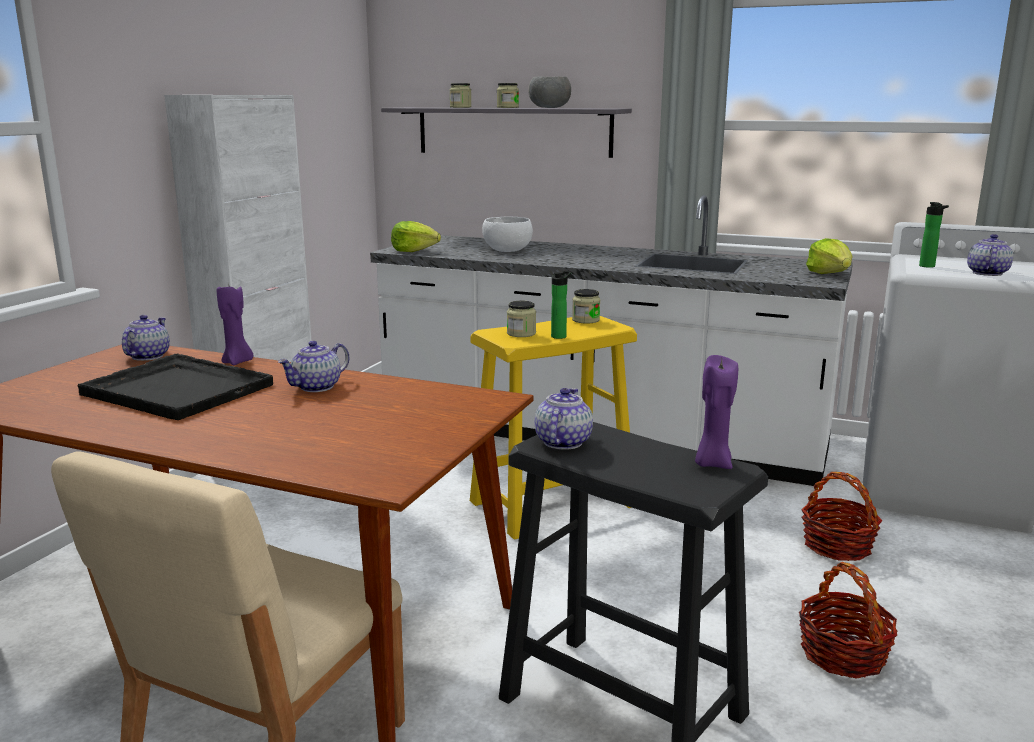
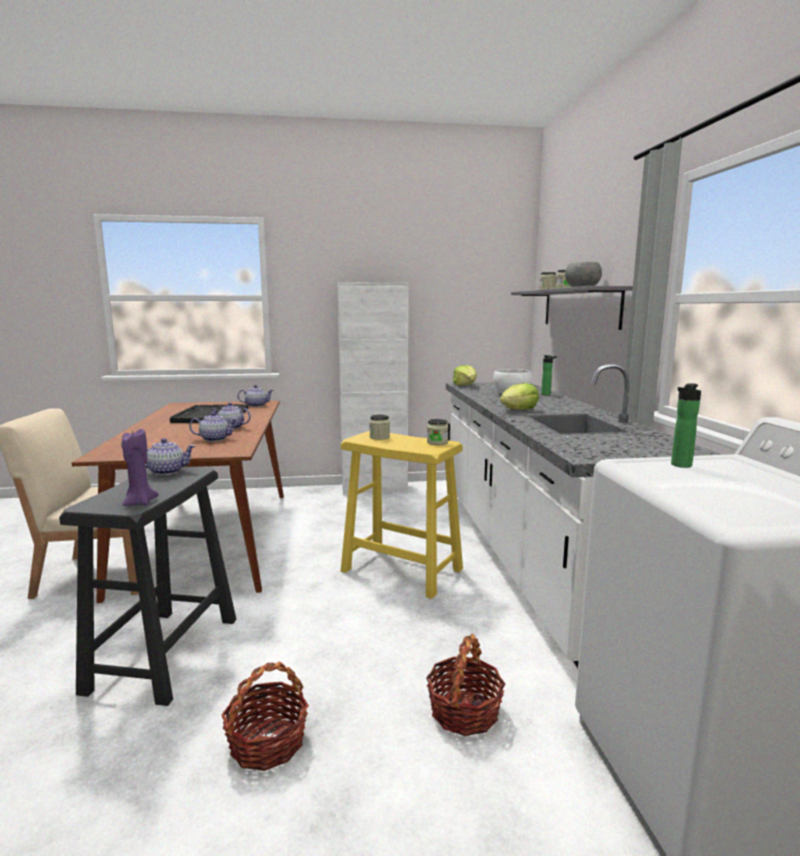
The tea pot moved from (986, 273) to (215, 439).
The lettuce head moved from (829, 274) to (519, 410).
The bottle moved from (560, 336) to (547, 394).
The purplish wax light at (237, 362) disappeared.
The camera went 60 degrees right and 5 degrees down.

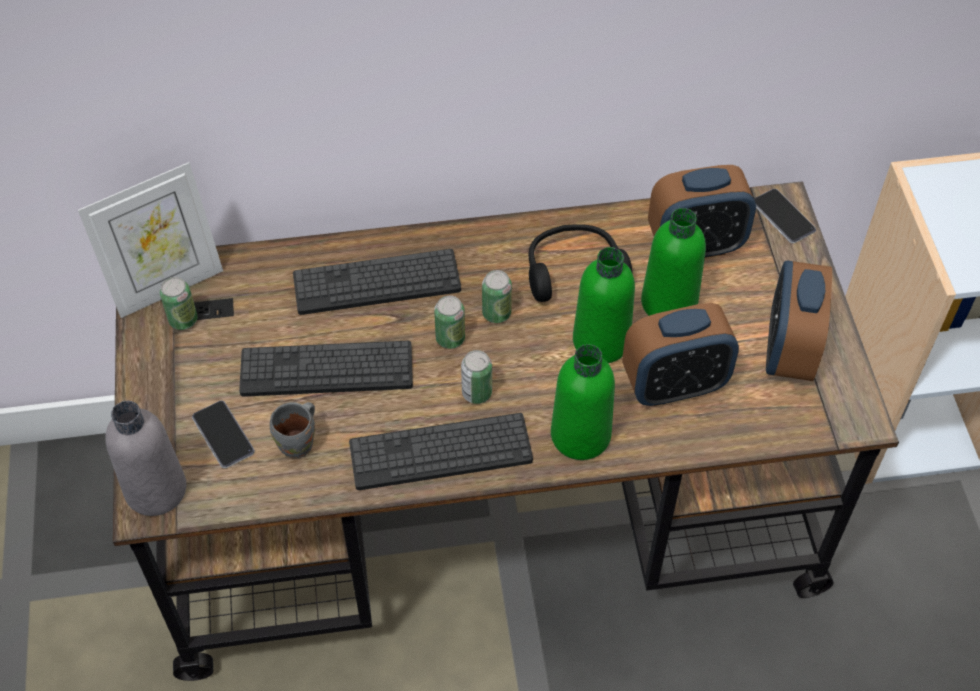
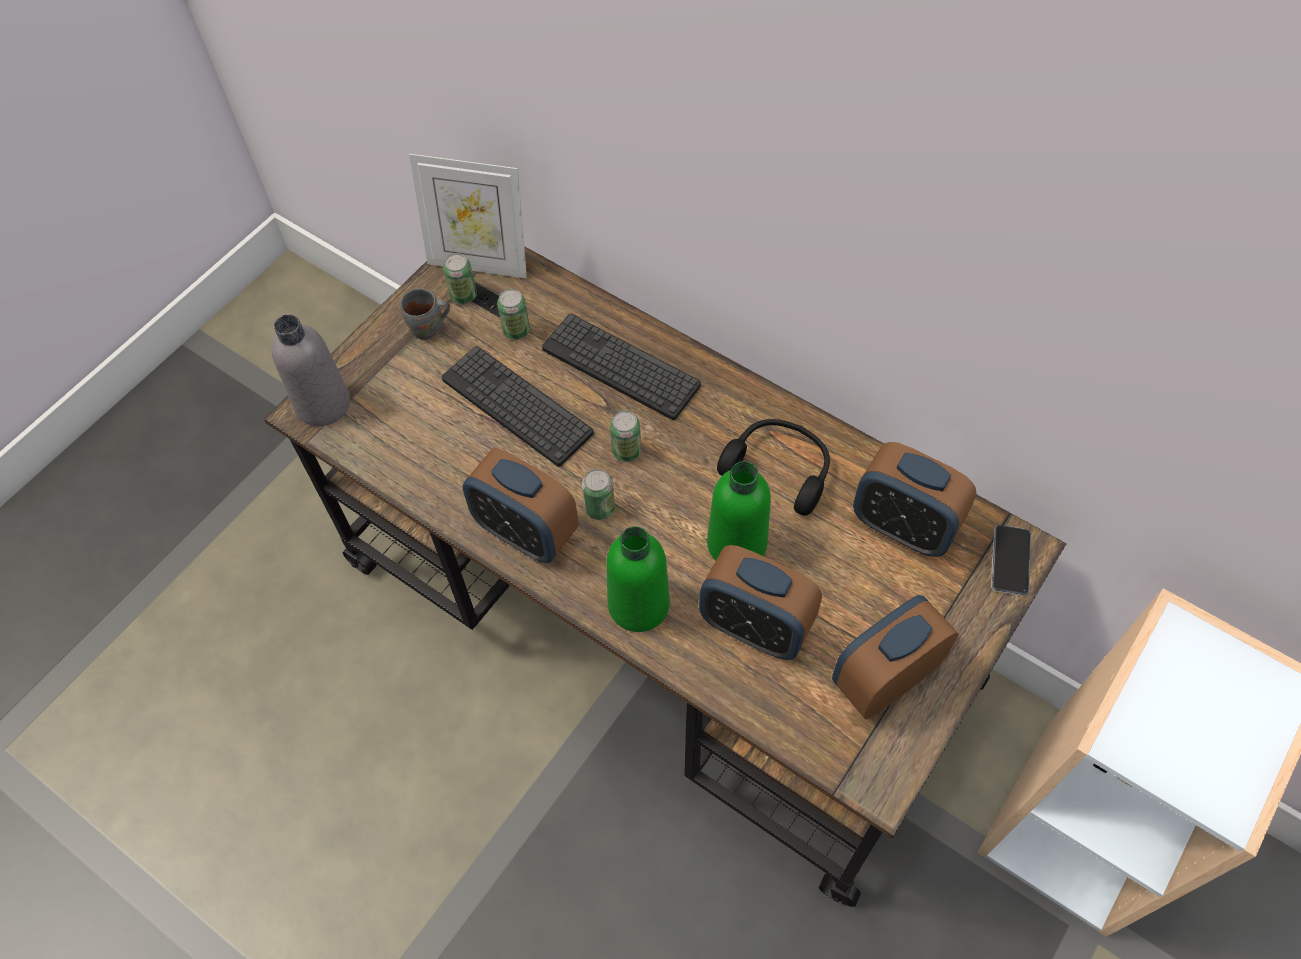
The grey coffee mug moved from (299, 444) to (429, 330).
The keyboard at (440, 452) was replaced by the table clock at (526, 532).
The can moved from (496, 313) to (516, 331).
The phone at (223, 435) disappeared.
The green-coloured bottle at (669, 303) disappeared.
The camera went 45 degrees right and 5 degrees up.

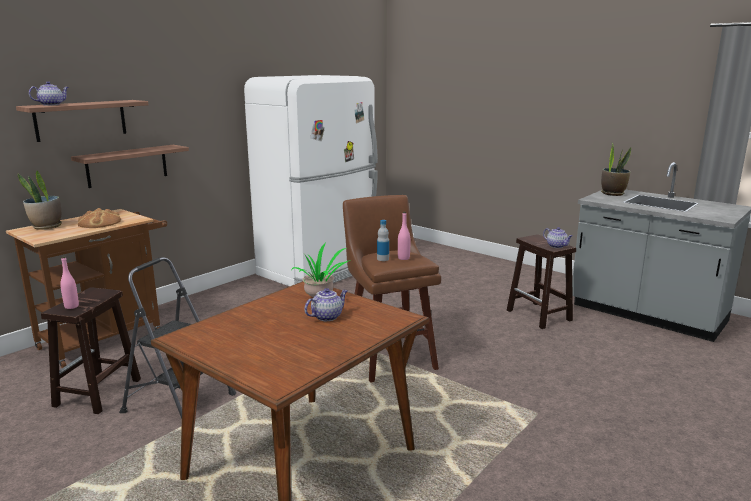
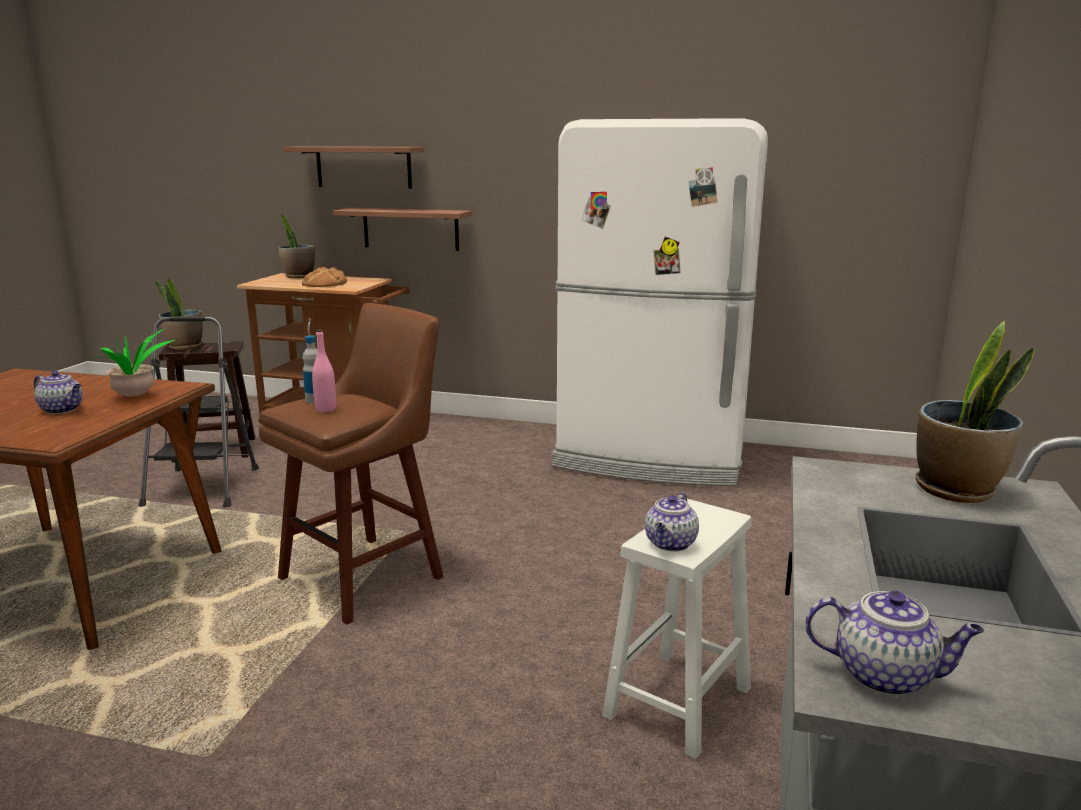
The pink-coloured bottle at (71, 306) was replaced by the potted plant at (185, 347).
The brownish sitting stool at (539, 315) became the white-coloured sitting stool at (677, 703).
The tea pot moved from (52, 105) to (886, 675).
The camera went 65 degrees right and 0 degrees up.

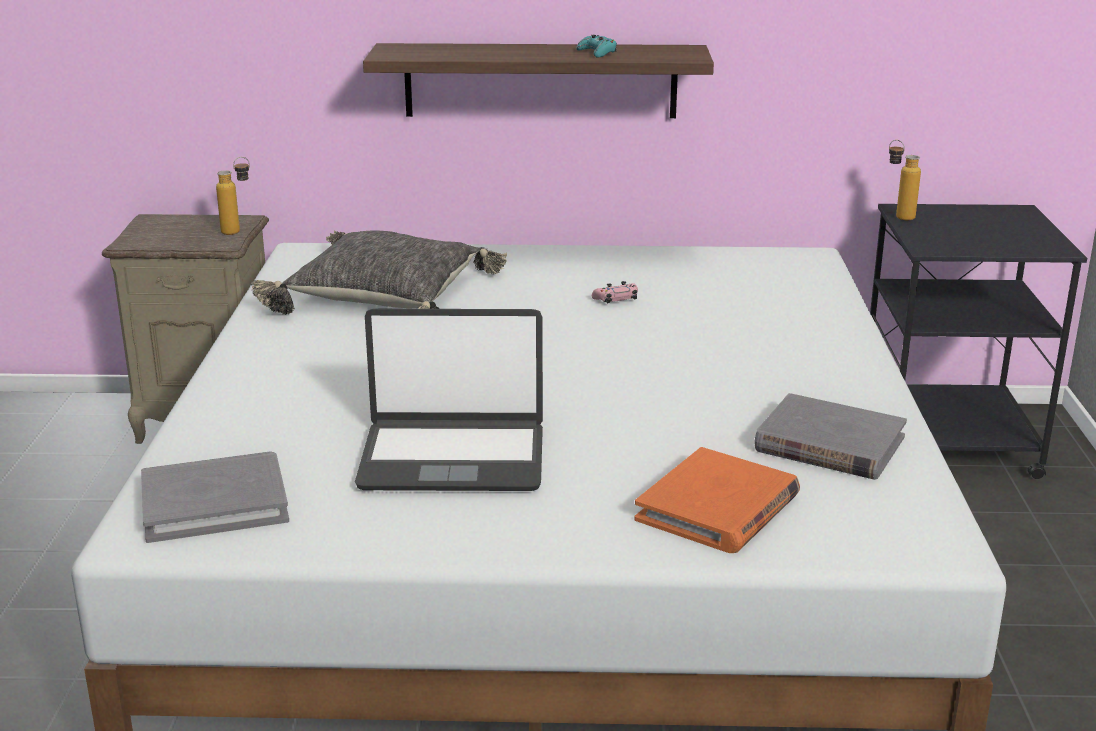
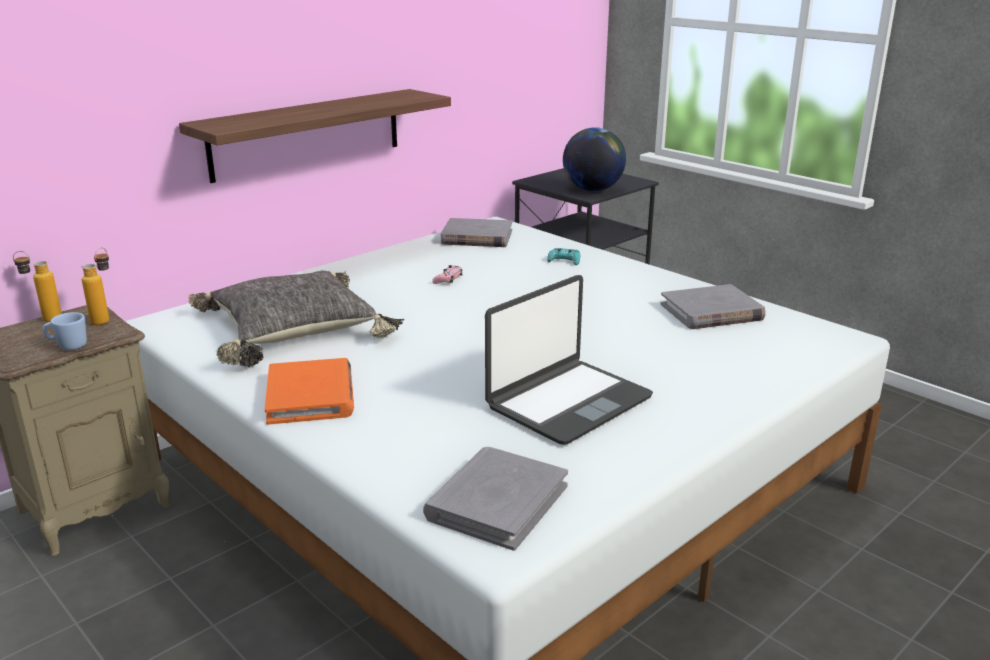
The bottle moved from (898, 216) to (45, 319).
The bluish coffee mug at (68, 346) appeared.
The orange book moved from (718, 508) to (311, 396).
The grey book at (477, 237) appeared.
The turquoise-coloured joypad moved from (597, 53) to (564, 261).
The globe at (592, 189) appeared.
The camera went 45 degrees left and 0 degrees up.

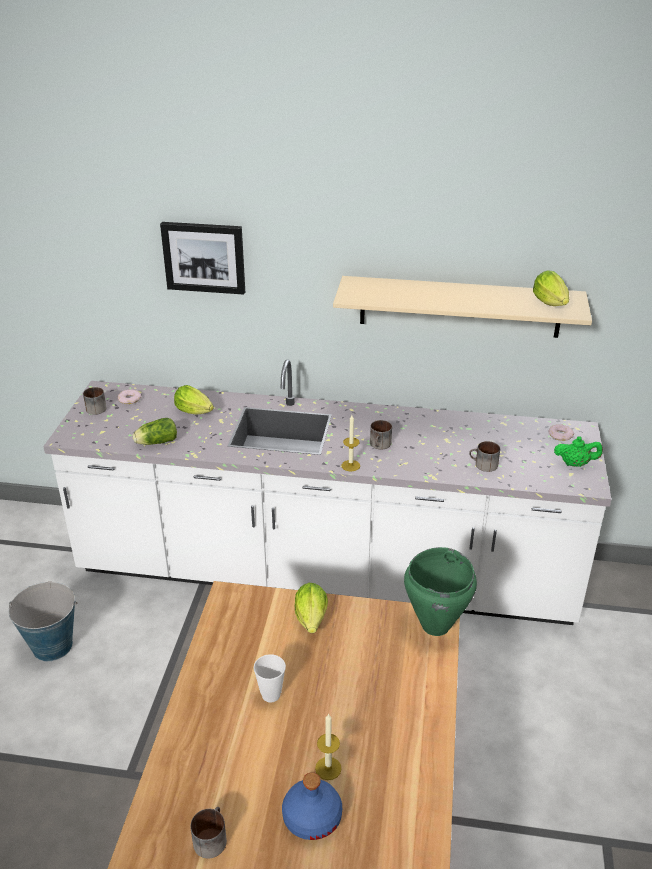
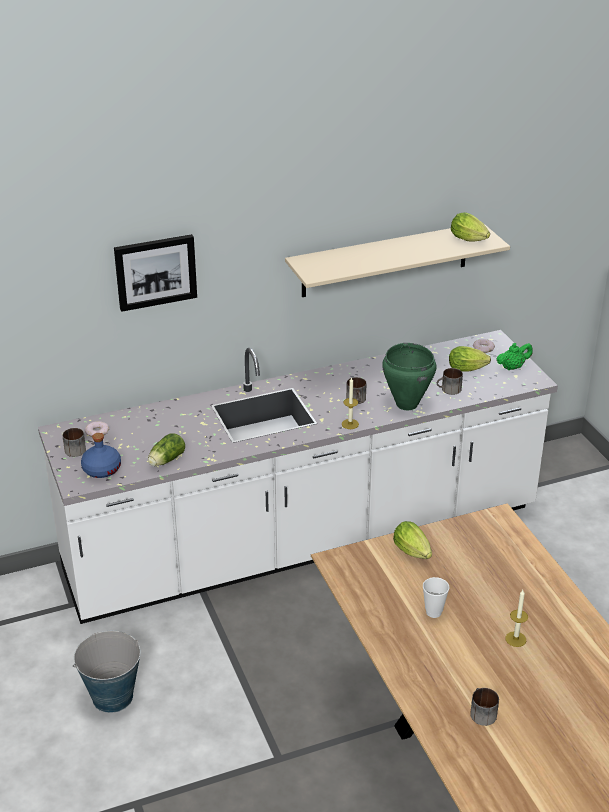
The bluish bottle moved from (312, 817) to (101, 469).
The green-coloured cooking pot moved from (435, 625) to (406, 404).
The lettuce head moved from (196, 412) to (469, 369).
The camera went 30 degrees left and 0 degrees up.

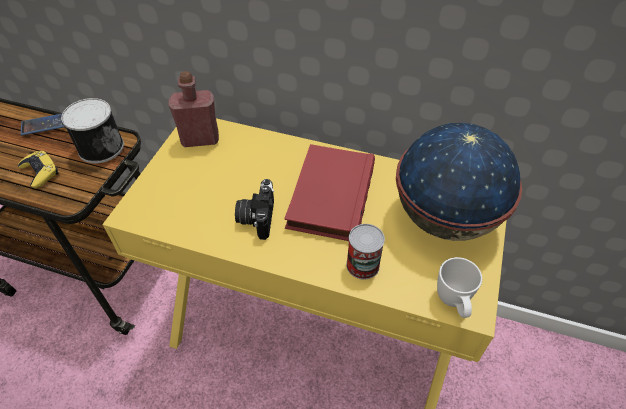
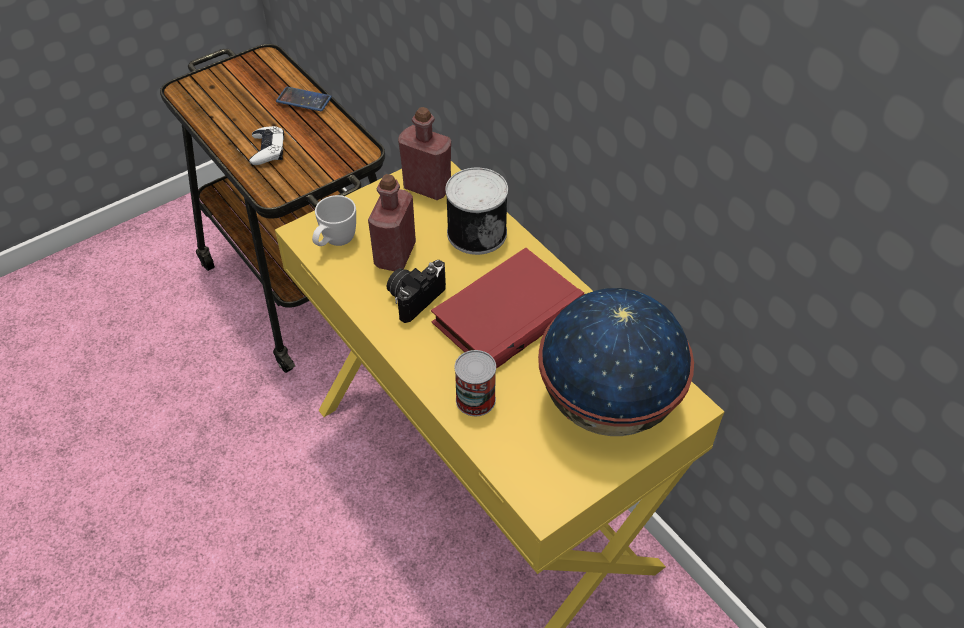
The yellow joypad at (40, 172) became the white-coloured joypad at (268, 150).
The white-coloured coffee mug moved from (453, 303) to (335, 243).
The red bottle at (395, 255) appeared.
The can moved from (100, 147) to (476, 231).
The camera went 35 degrees right and 0 degrees up.

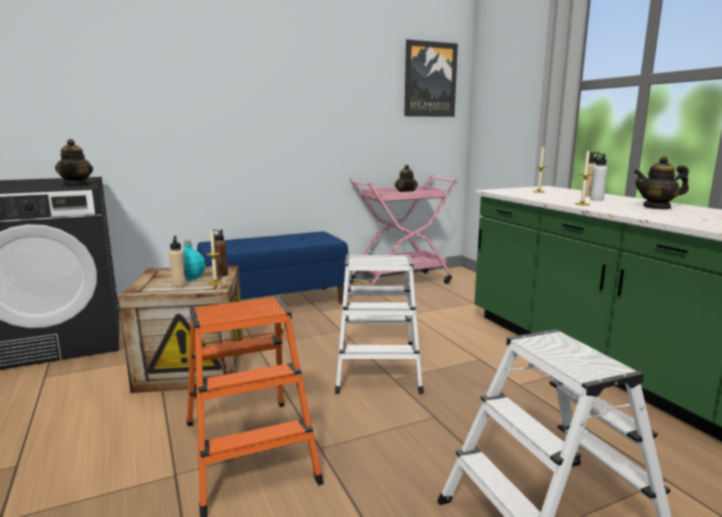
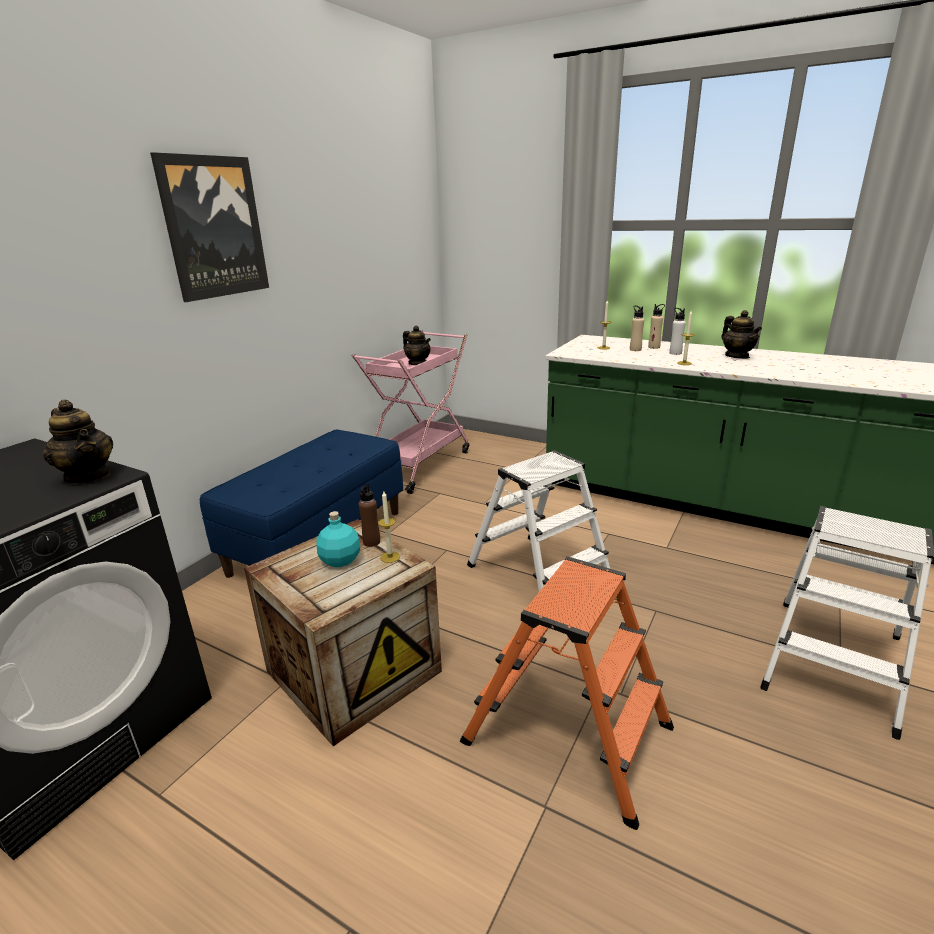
The wall art moved from (430, 80) to (214, 228).
The sand-coloured bottle moved from (179, 285) to (635, 349).
The tea pot at (657, 207) turned 75 degrees counterclockwise.
The camera went 35 degrees left and 10 degrees up.

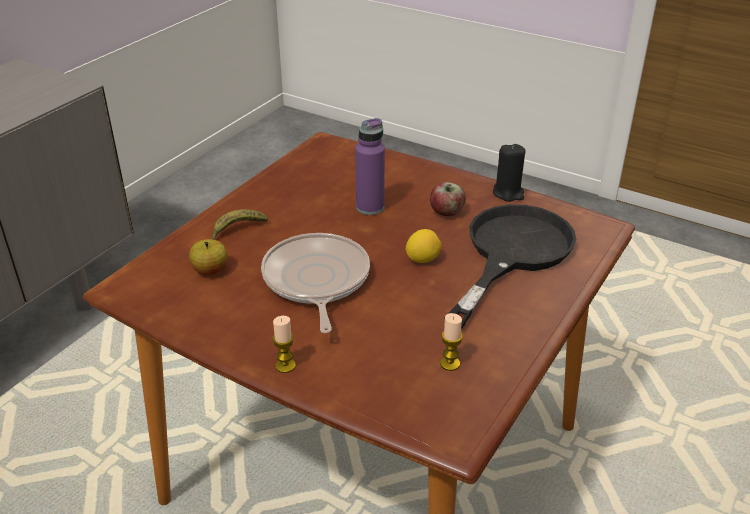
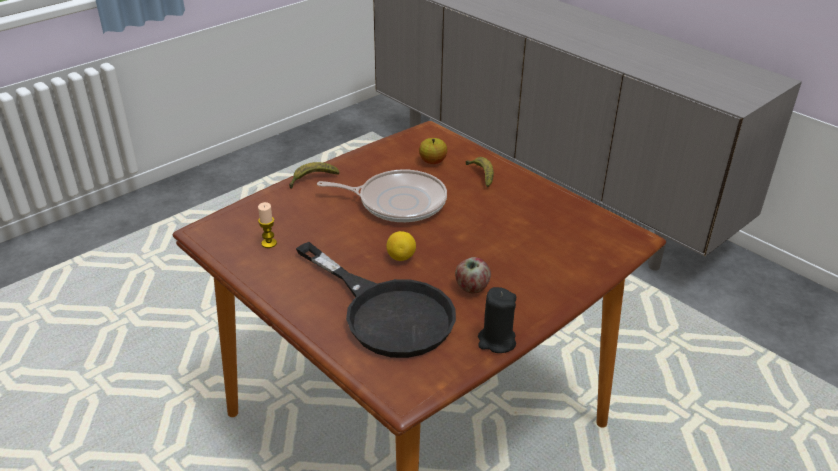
The wax light at (285, 366) was replaced by the banana fruit at (312, 180).
The purplish bottle at (370, 207) disappeared.
The camera went 105 degrees right and 0 degrees up.

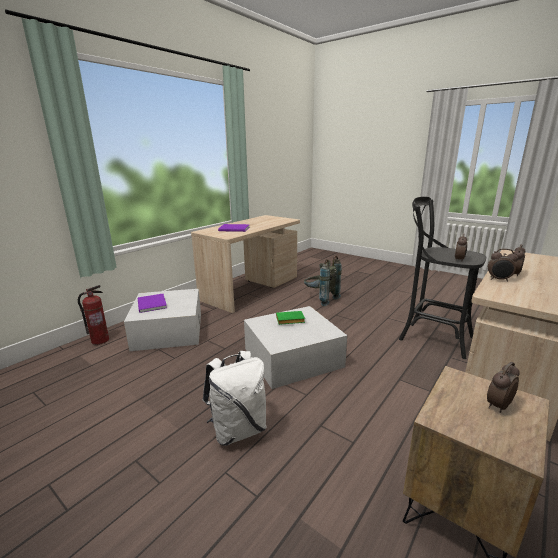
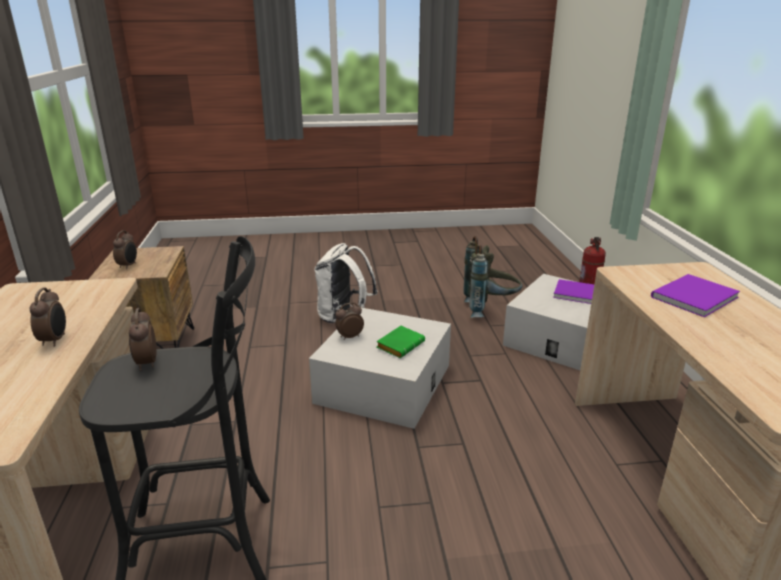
The table clock moved from (499, 279) to (349, 336).
The grey knapsack moved from (320, 299) to (489, 309).
The camera went 135 degrees right and 5 degrees up.

